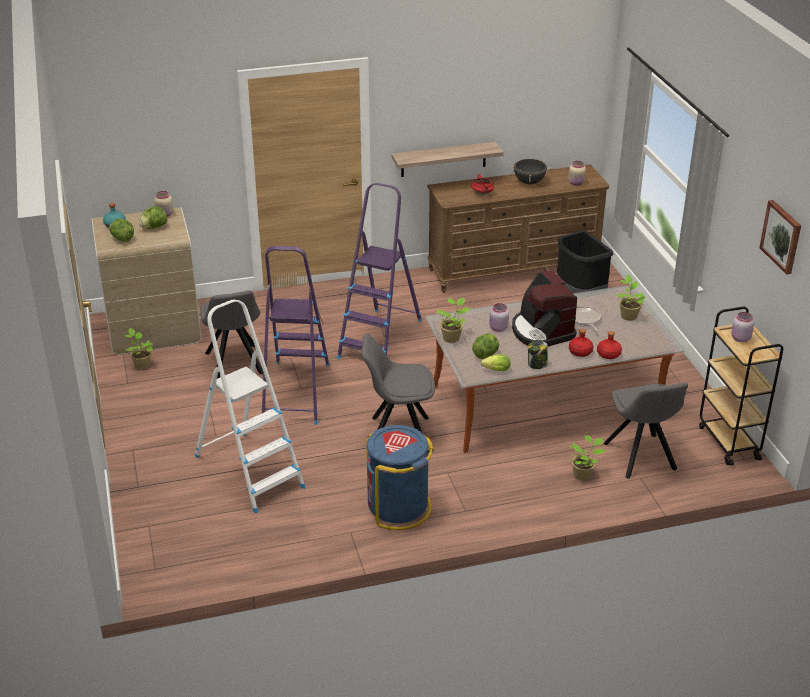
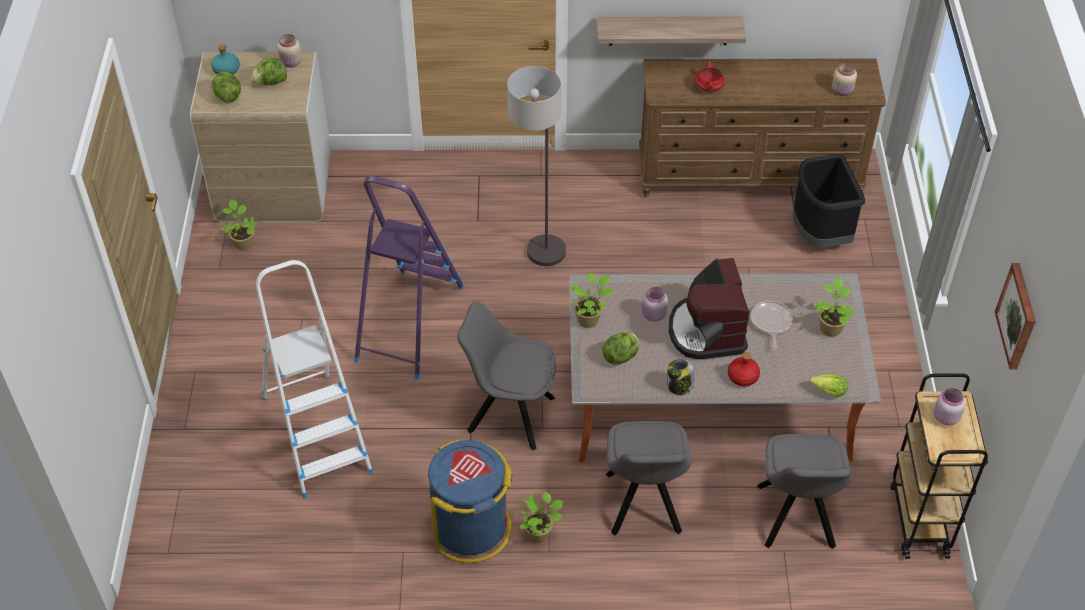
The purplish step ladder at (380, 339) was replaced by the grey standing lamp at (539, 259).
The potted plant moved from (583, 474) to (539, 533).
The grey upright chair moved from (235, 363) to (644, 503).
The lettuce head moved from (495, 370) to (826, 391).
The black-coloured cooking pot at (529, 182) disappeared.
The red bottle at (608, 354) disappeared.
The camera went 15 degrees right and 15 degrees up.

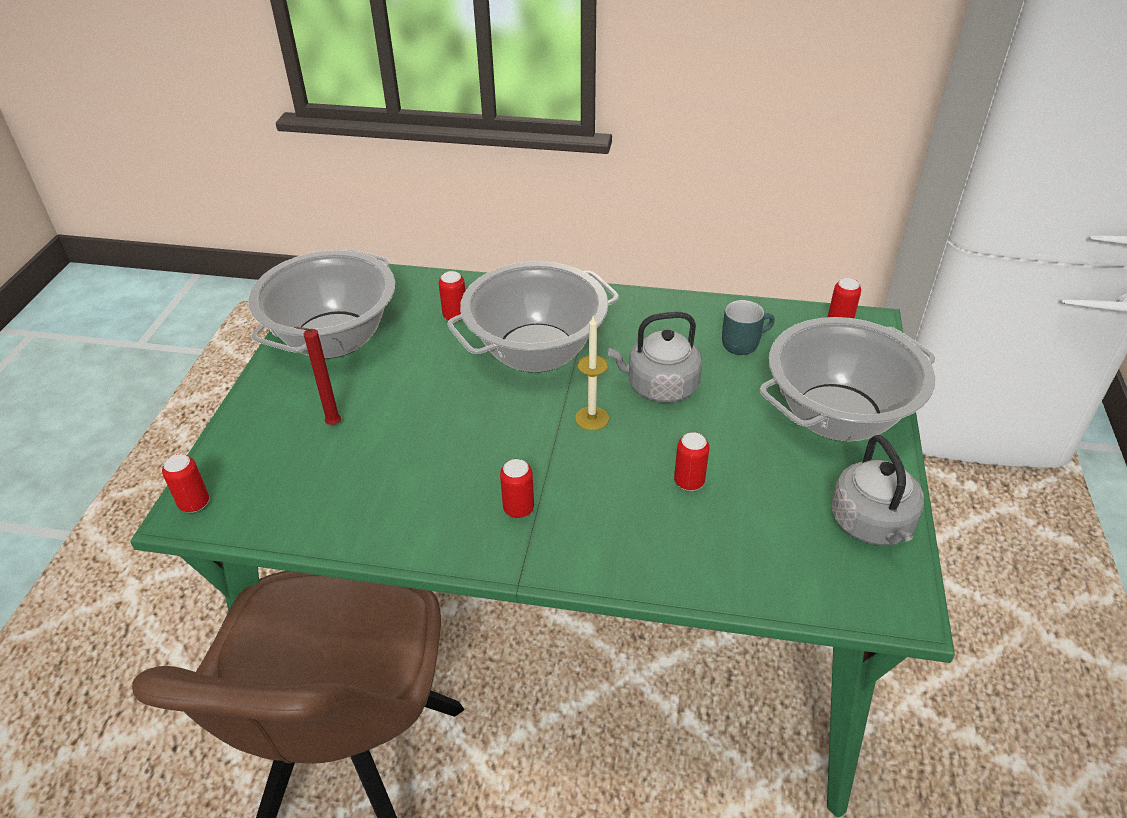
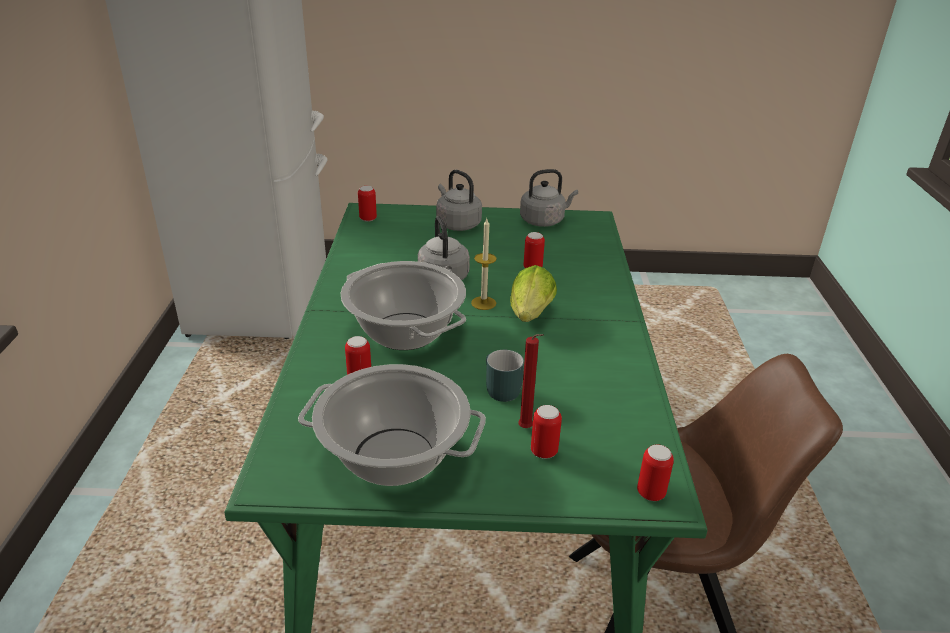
The cooking pot at (838, 412) was replaced by the grey tea kettle at (457, 224).
The turquoise-coloured coffee mug moved from (744, 342) to (498, 389).
The lettuce head at (530, 316) appeared.
The can moved from (518, 509) to (544, 452).
The camera went 100 degrees left and 10 degrees down.

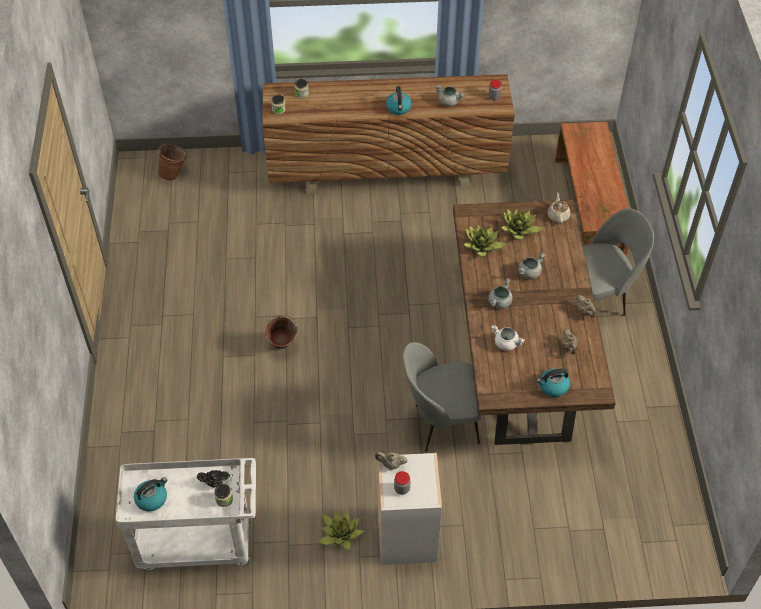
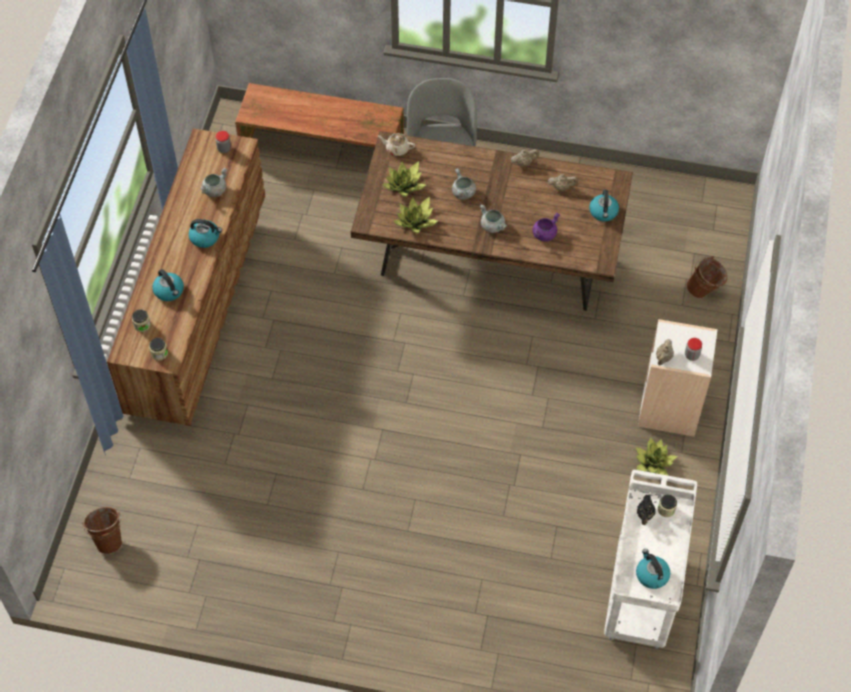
The tea kettle at (169, 291) appeared.
The white-coloured cooking pot at (506, 343) became the purplish cooking pot at (544, 234).
The brownish water bucket moved from (282, 347) to (704, 291).
The grey upright chair at (440, 425) disappeared.
The camera went 75 degrees left and 5 degrees up.

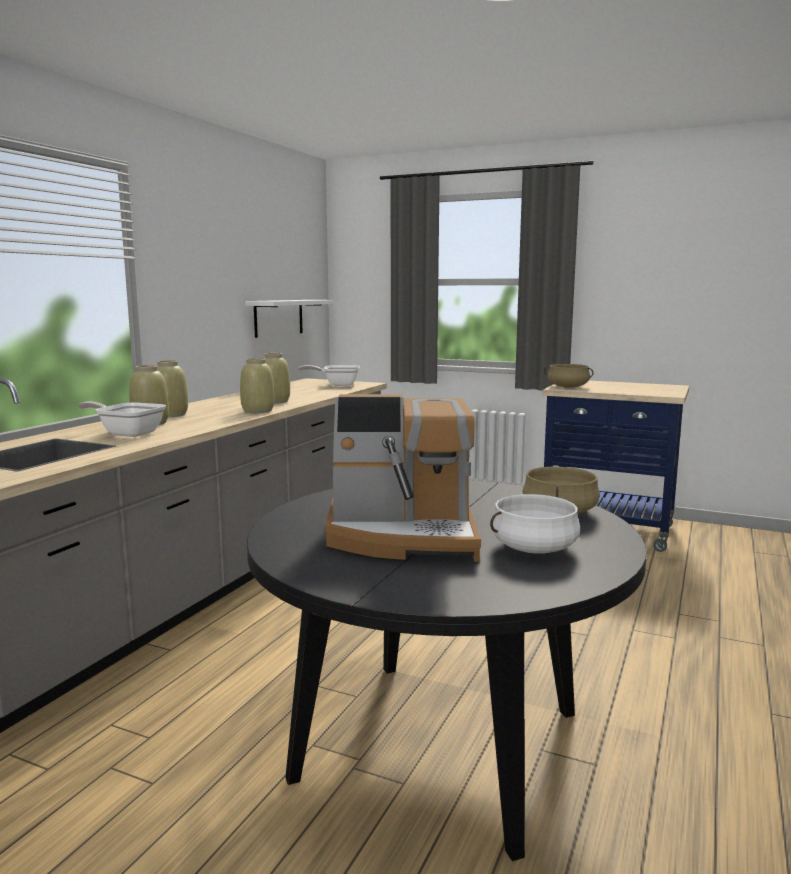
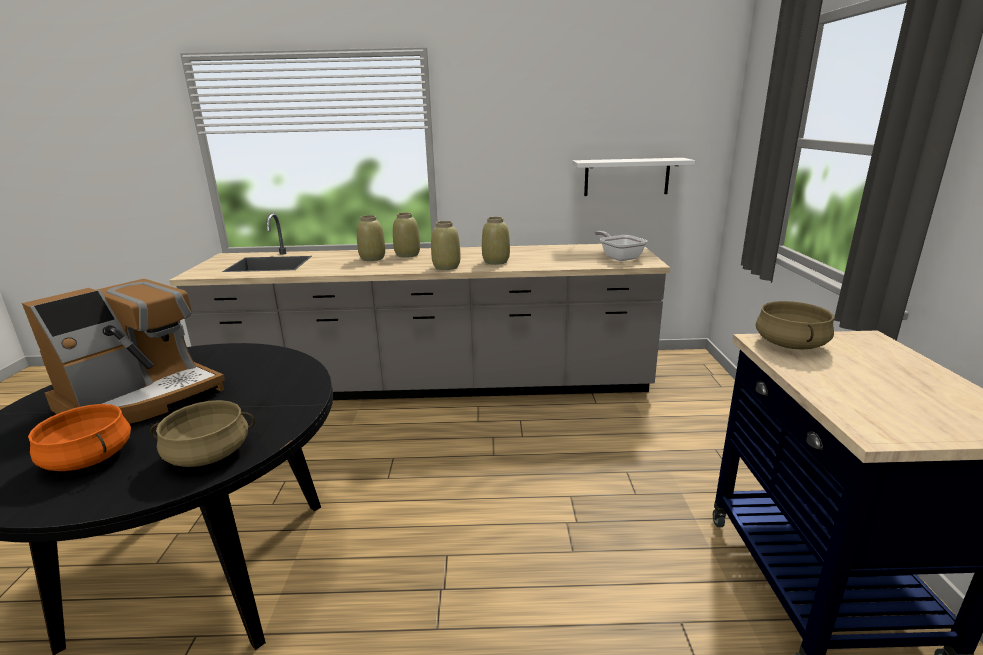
The coffee machine at (403, 536) turned 120 degrees counterclockwise.
The white-coloured cooking pot at (534, 548) became the orange cooking pot at (90, 458).
The pan at (127, 433) disappeared.
The camera went 65 degrees right and 10 degrees up.

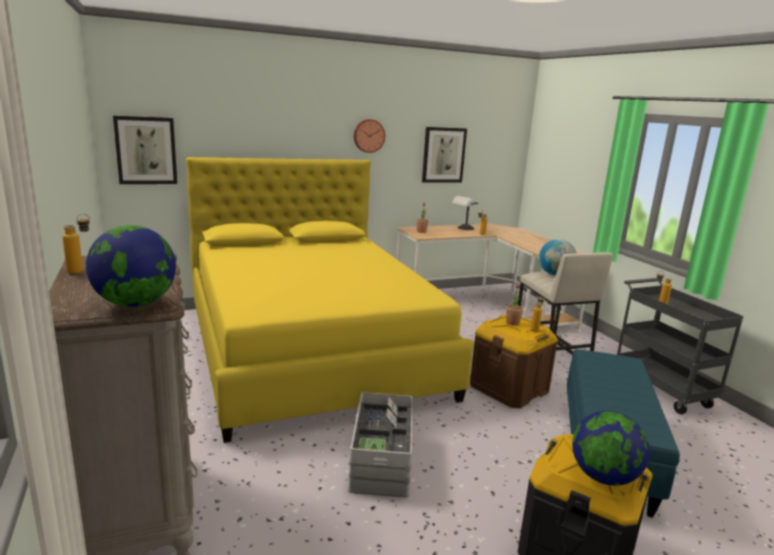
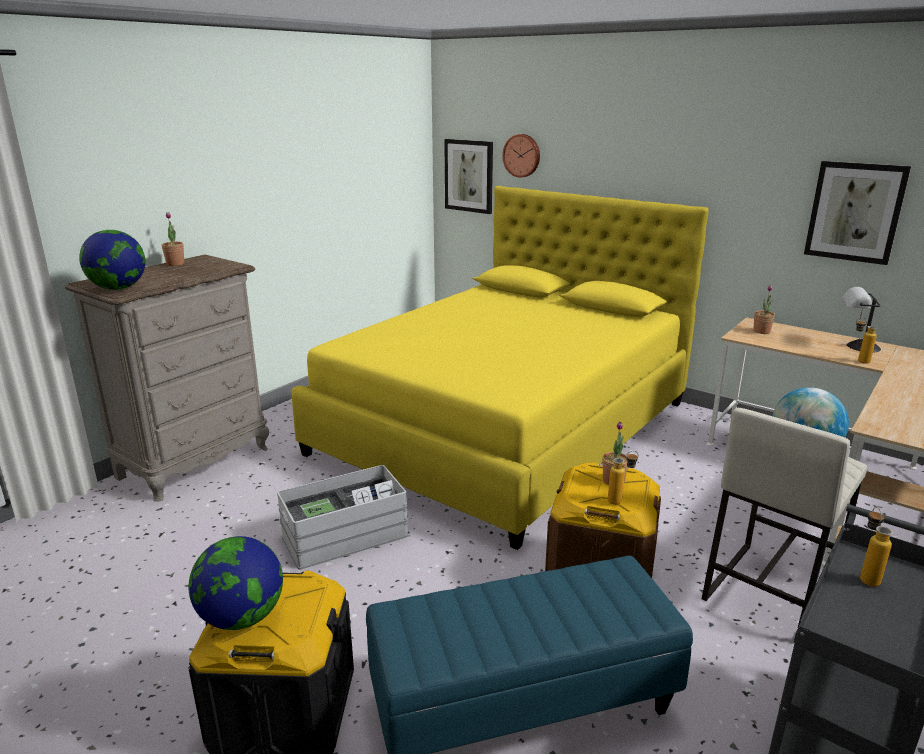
The bottle at (81, 270) was replaced by the potted plant at (175, 264).
The clock on the wall moved from (368, 135) to (522, 155).
The camera went 60 degrees right and 5 degrees up.

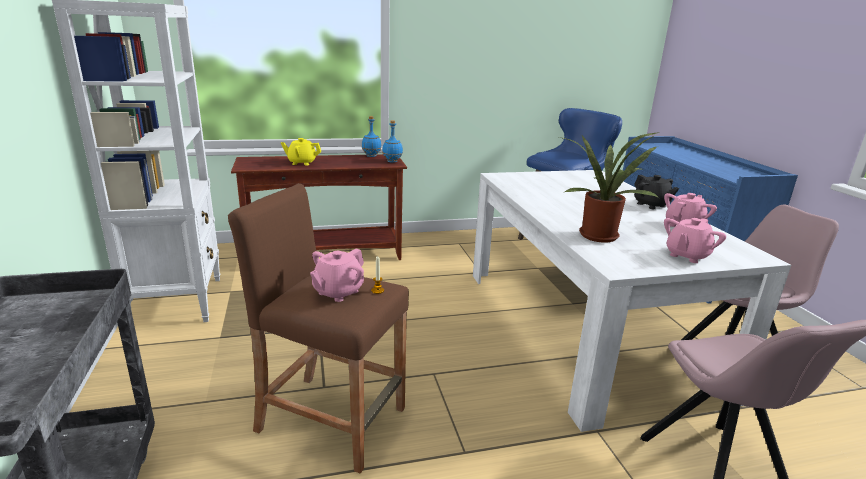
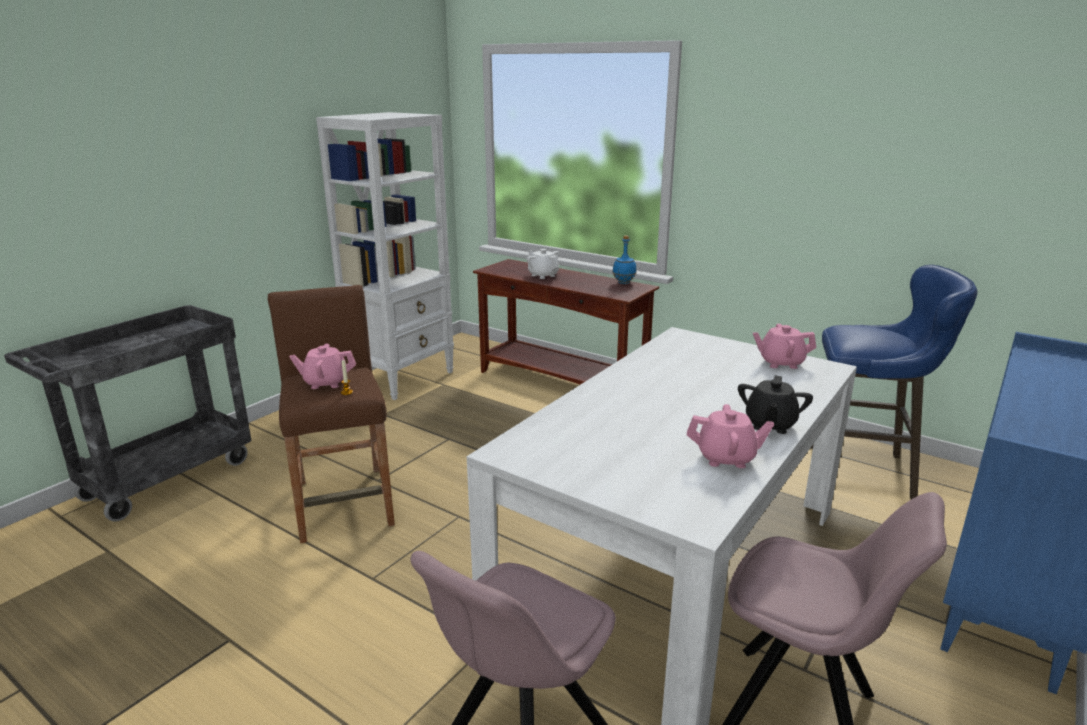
The yellow tea pot at (302, 163) became the white-coloured tea pot at (543, 275).
The pink-coloured tea pot moved from (687, 255) to (780, 363).
The bluish bottle at (392, 161) disappeared.
The potted plant at (599, 234) disappeared.
The camera went 50 degrees right and 0 degrees up.

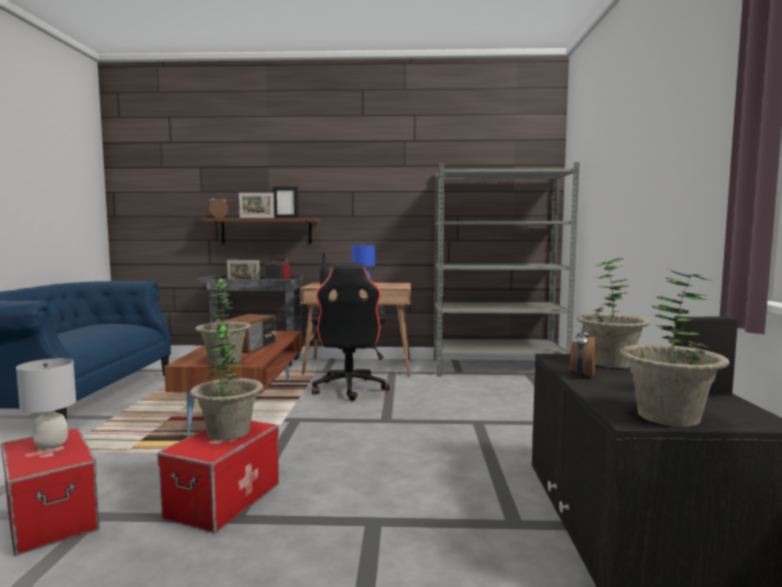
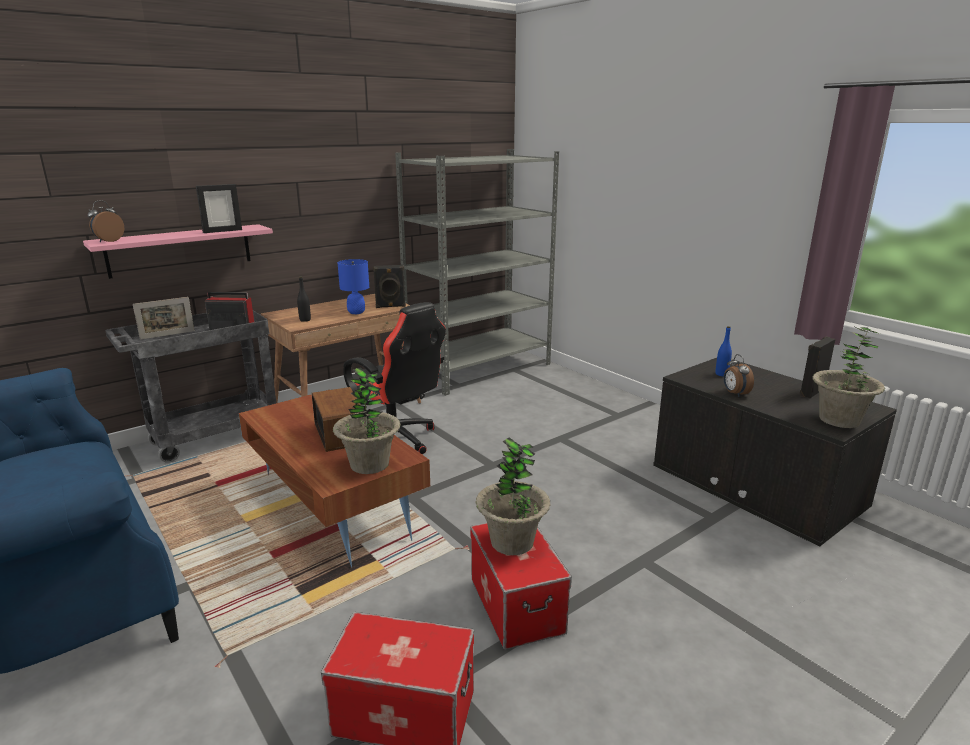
The brownish shelf at (266, 231) became the pink-coloured shelf at (180, 250).
The black-coloured audio speaker at (390, 306) appeared.
The potted plant at (610, 363) was replaced by the bluish bottle at (721, 374).
The grey lamp for a table at (52, 445) disappeared.
The standing frame at (256, 217) disappeared.
The camera went 40 degrees left and 15 degrees up.

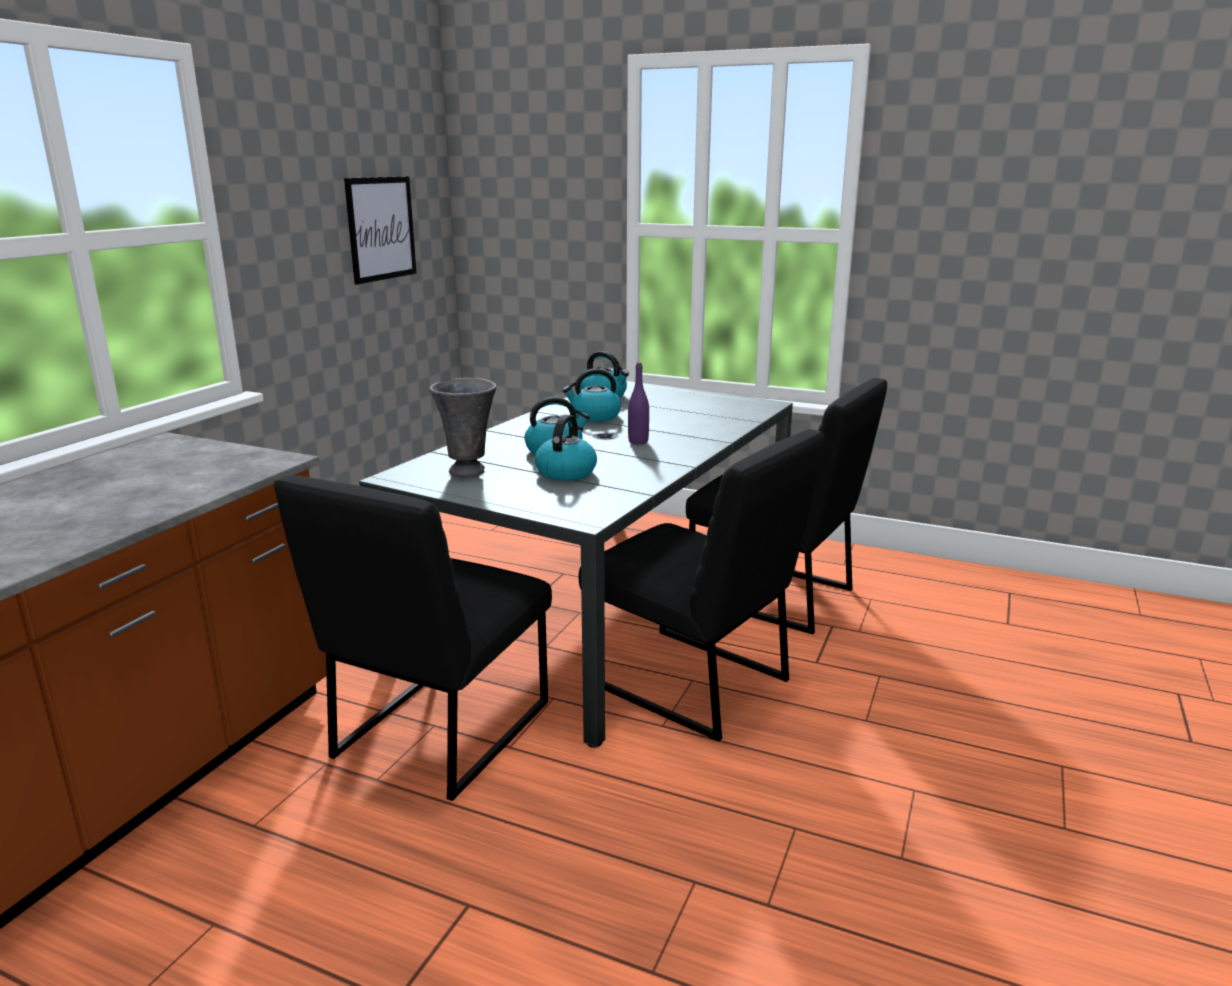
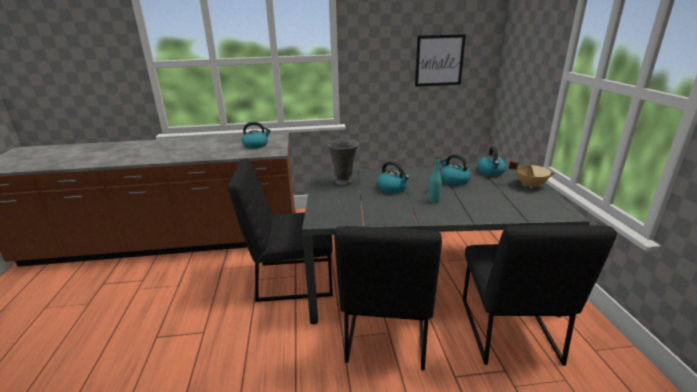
The tea kettle moved from (566, 472) to (256, 145).
The purplish bottle at (638, 441) became the turquoise-coloured bottle at (433, 201).
The sand-coloured cooking pot at (530, 185) appeared.
The camera went 60 degrees right and 5 degrees up.

